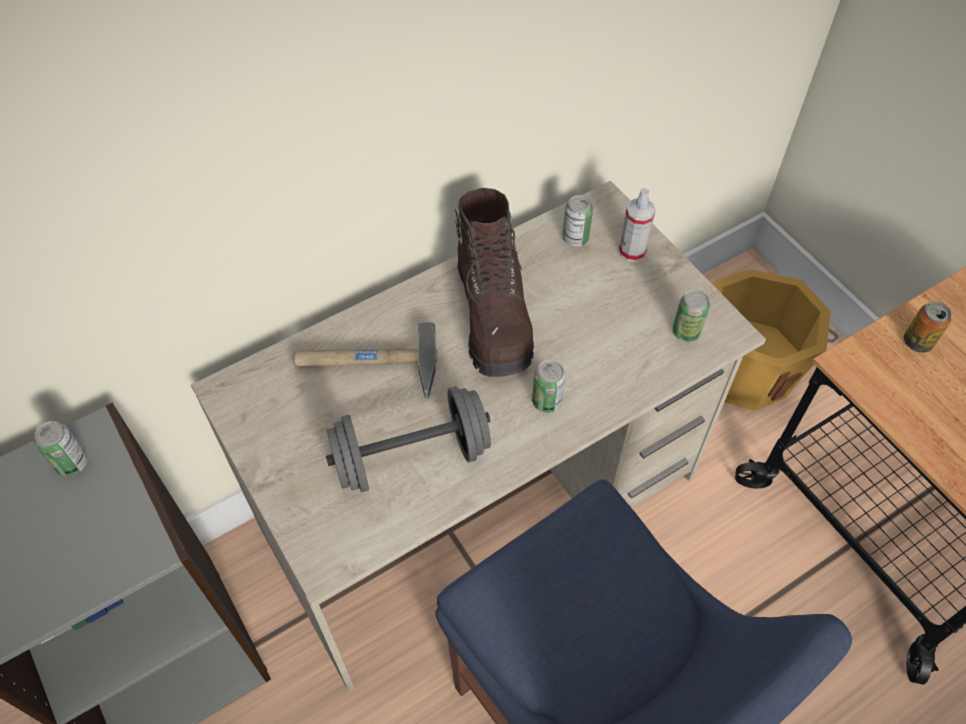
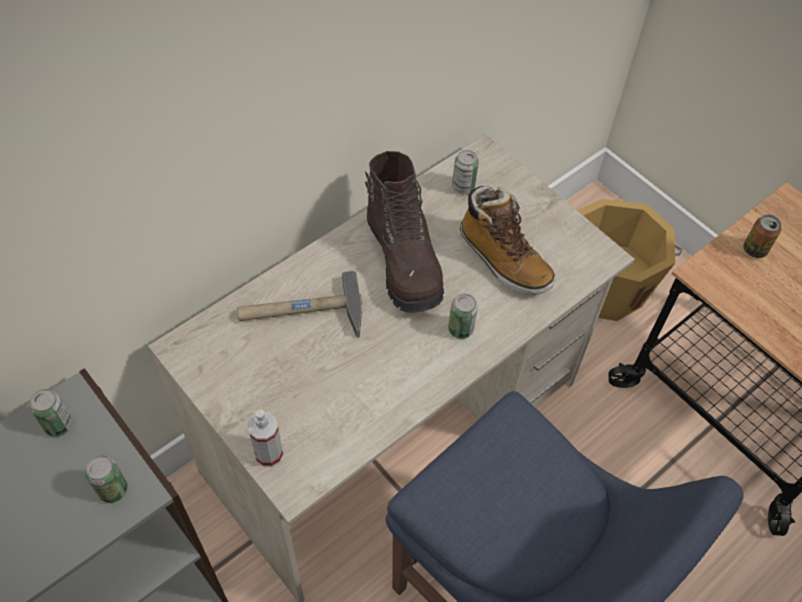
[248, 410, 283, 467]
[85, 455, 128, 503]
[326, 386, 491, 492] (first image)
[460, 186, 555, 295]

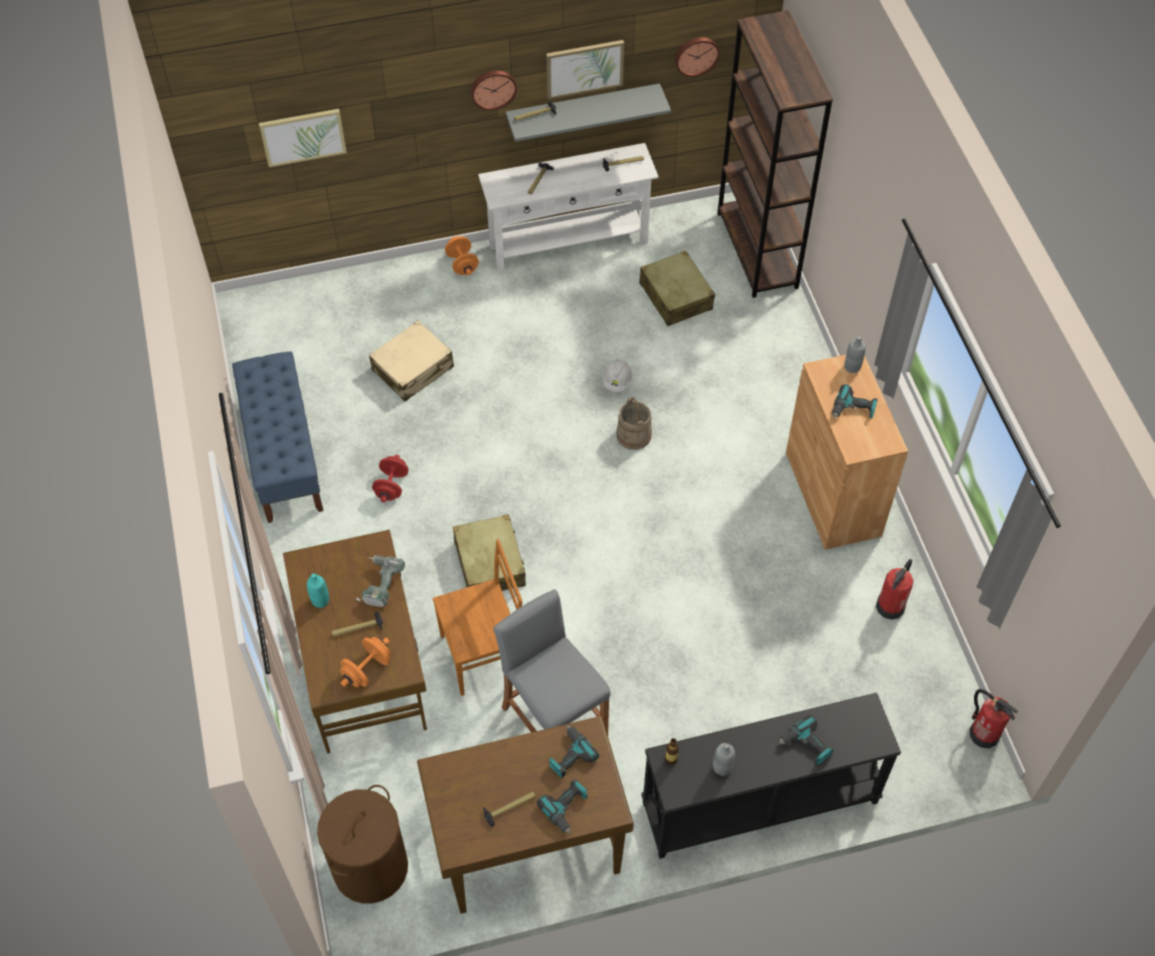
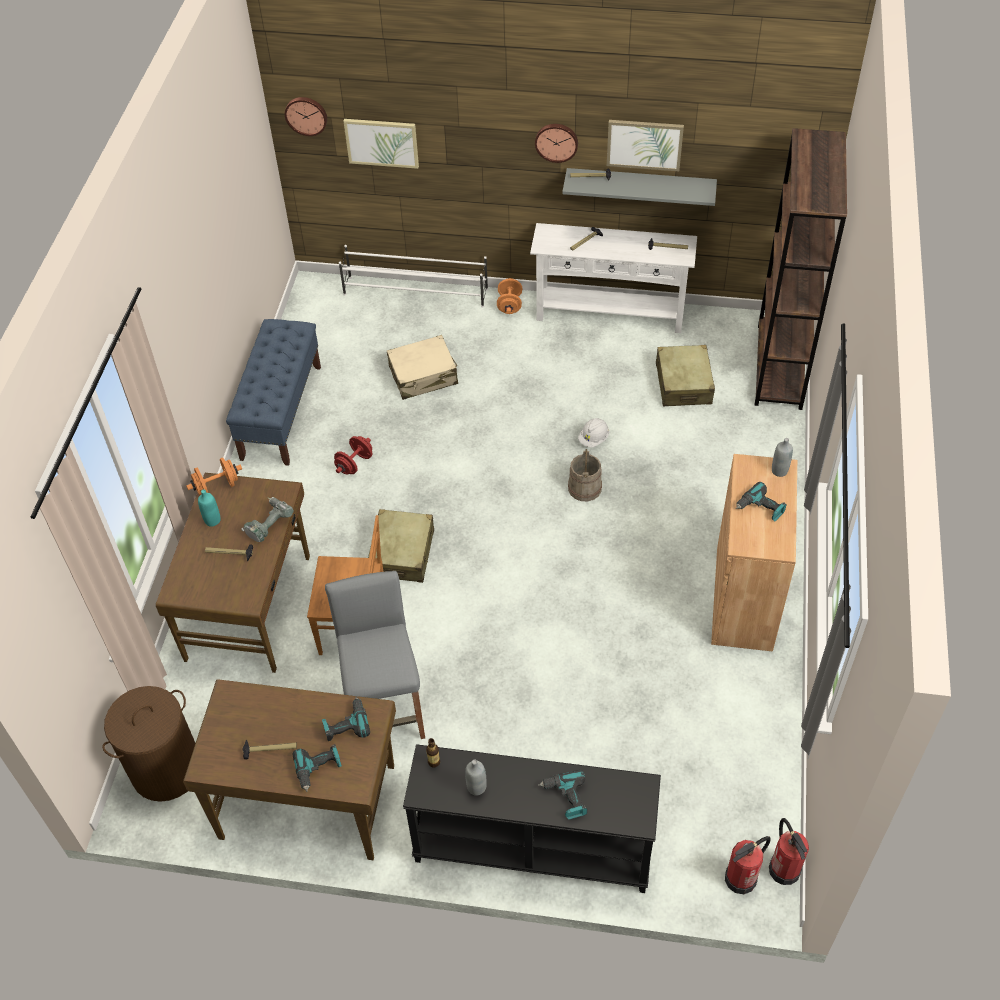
[285, 97, 327, 136]
[725, 836, 771, 894]
[186, 458, 242, 495]
[339, 245, 488, 308]

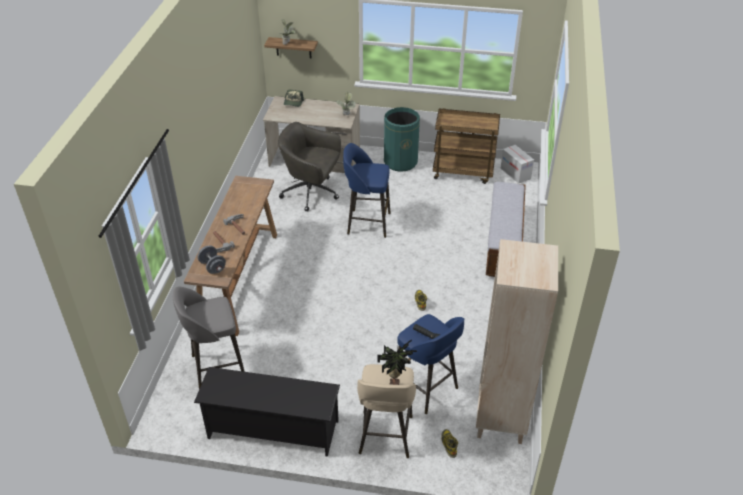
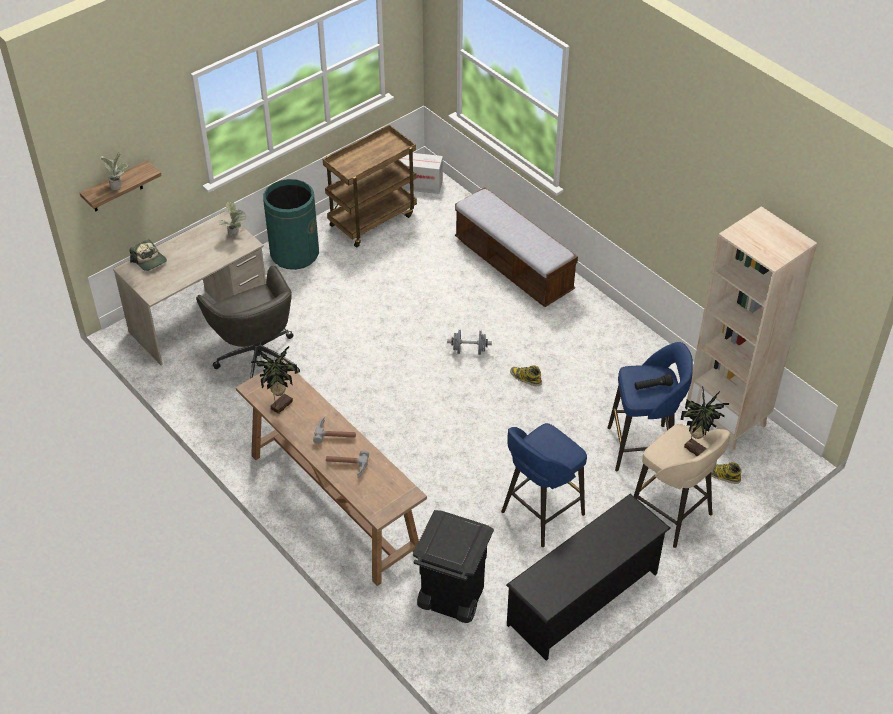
[196, 266, 300, 379]
[501, 423, 587, 547]
[447, 330, 492, 355]
[413, 510, 494, 623]
[251, 346, 298, 414]

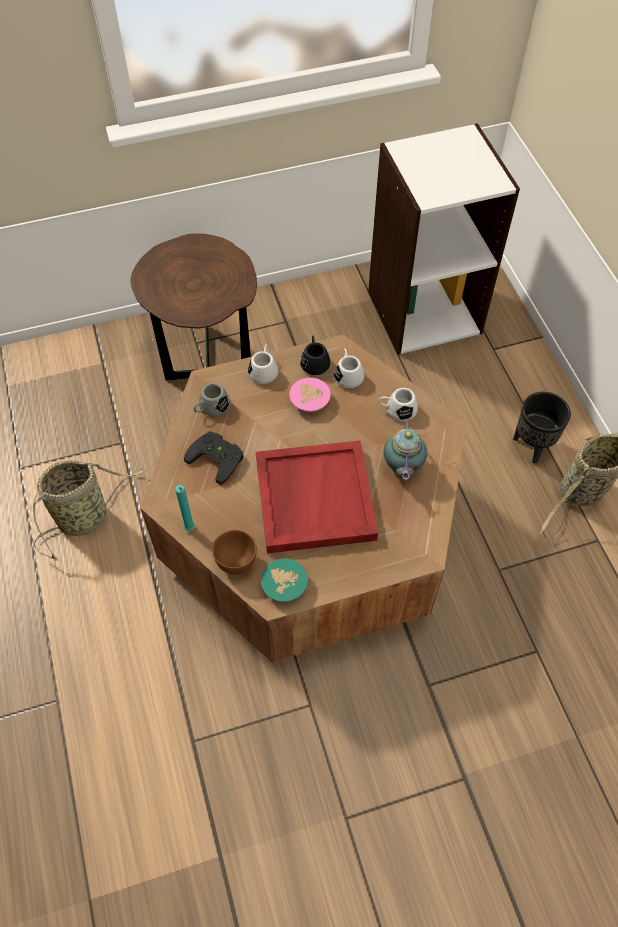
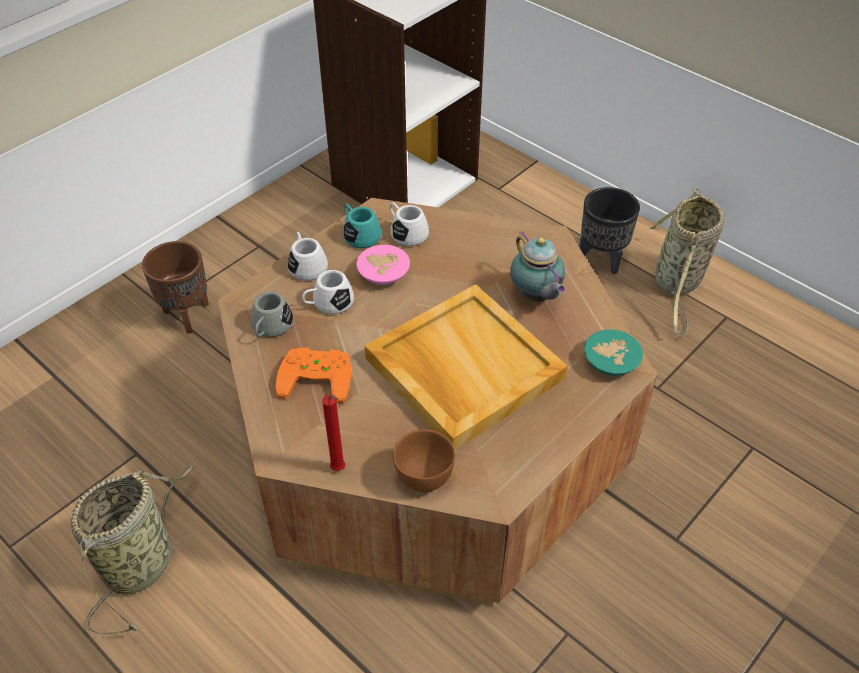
[142, 241, 209, 334]
[343, 204, 382, 248]
[302, 270, 354, 314]
[275, 347, 351, 403]
[365, 284, 568, 450]
[322, 395, 345, 471]
[584, 329, 643, 376]

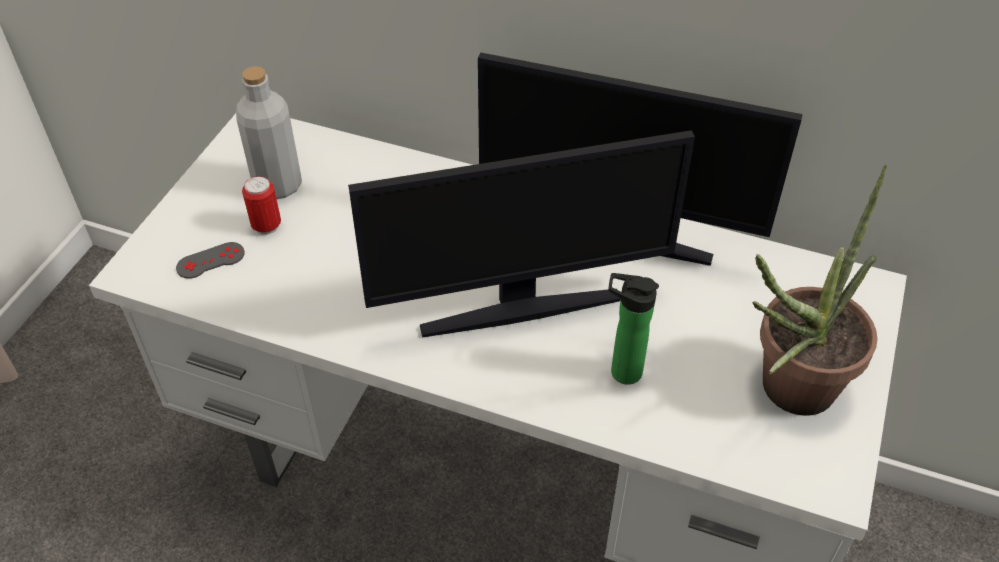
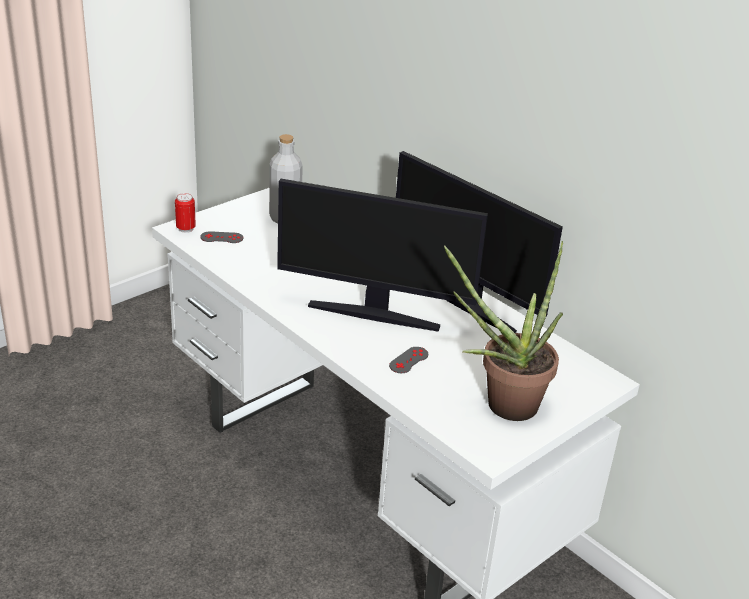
[175, 193, 196, 233]
[389, 347, 428, 373]

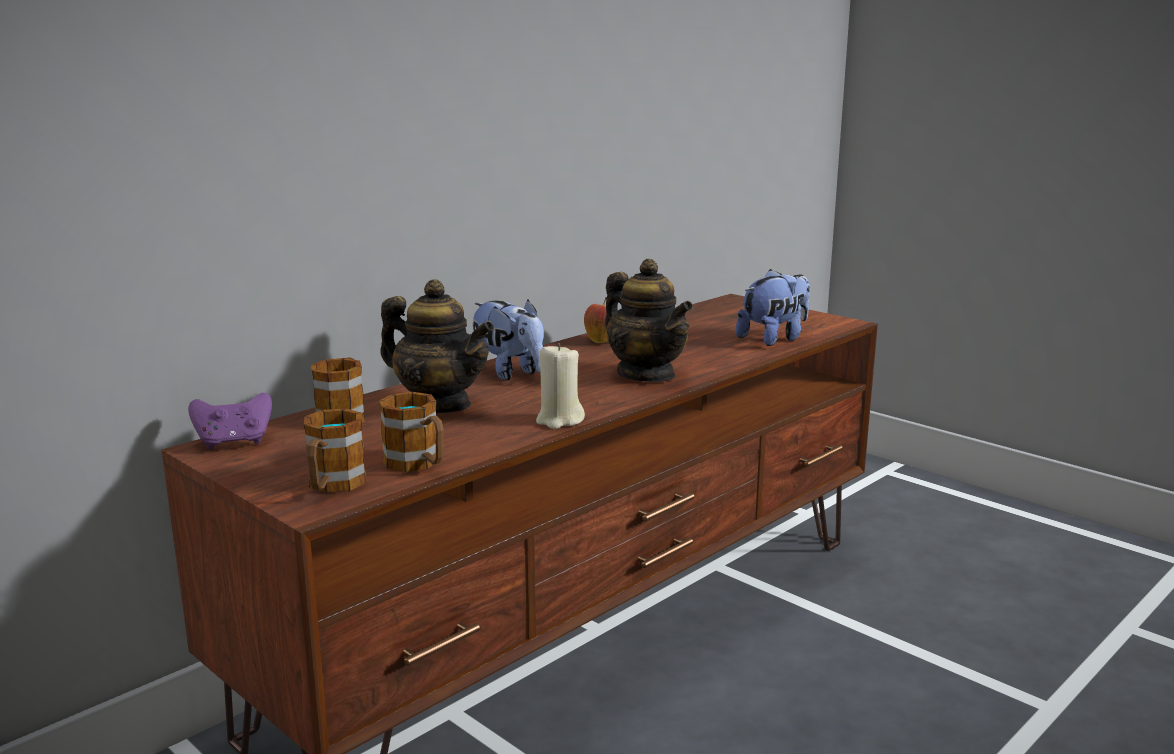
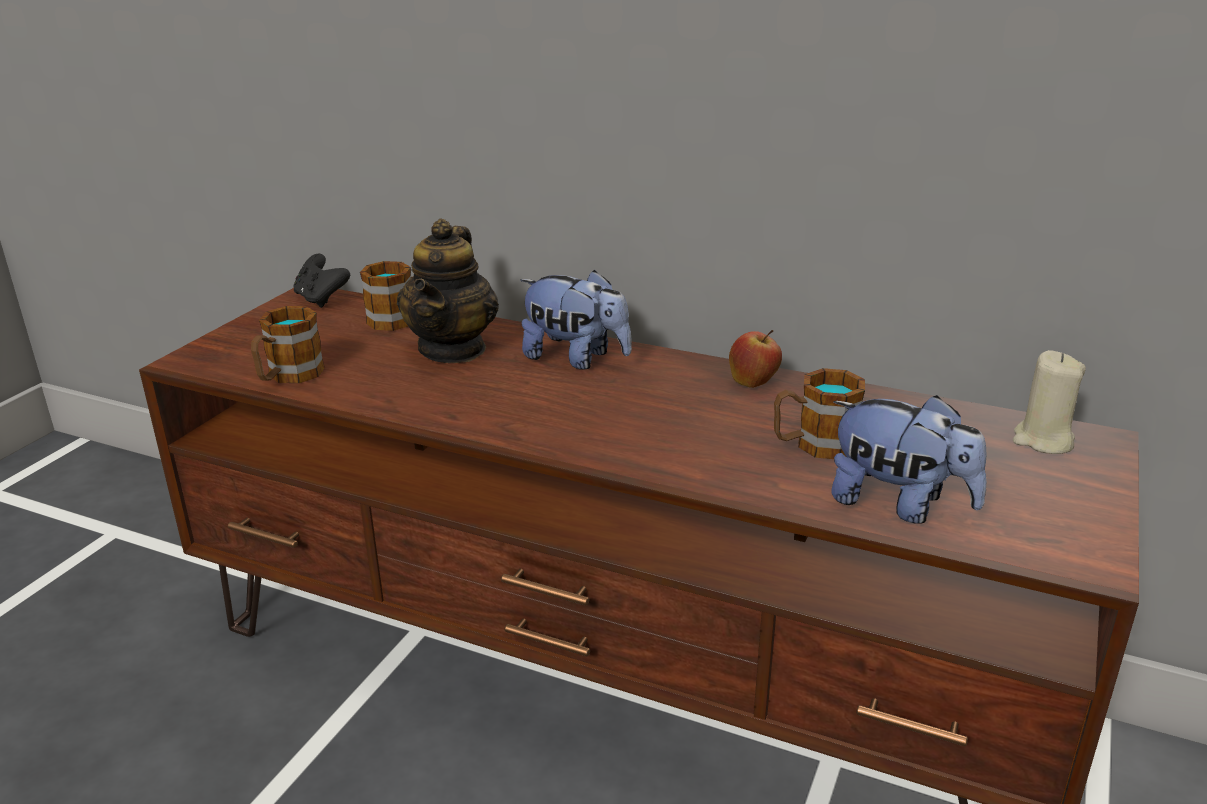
[605, 259, 693, 382] (first image)
[520, 270, 632, 370]
[1013, 350, 1086, 454]
[293, 254, 350, 308]
[774, 368, 865, 459]

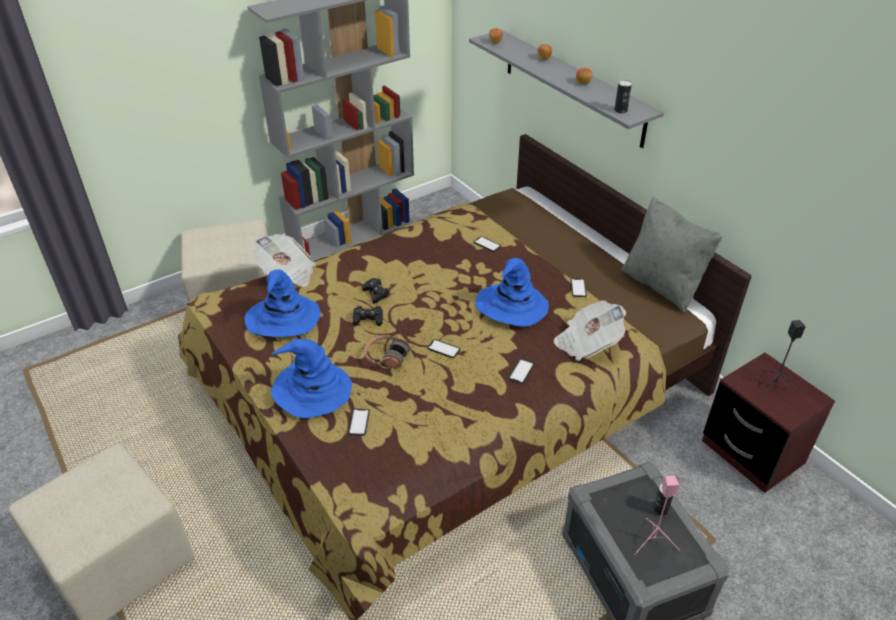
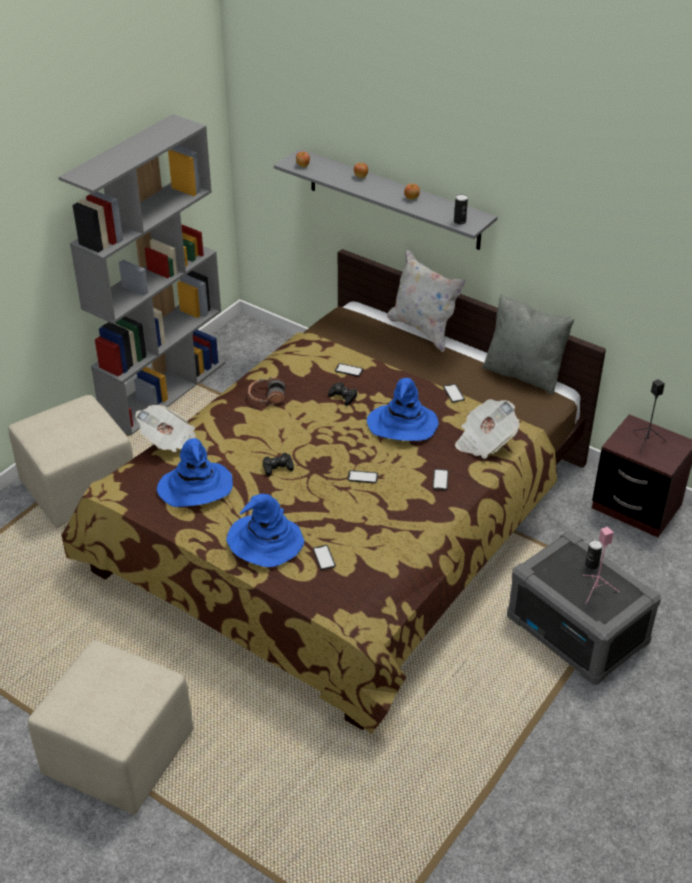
[328, 382, 357, 406]
[248, 377, 286, 405]
[387, 249, 466, 352]

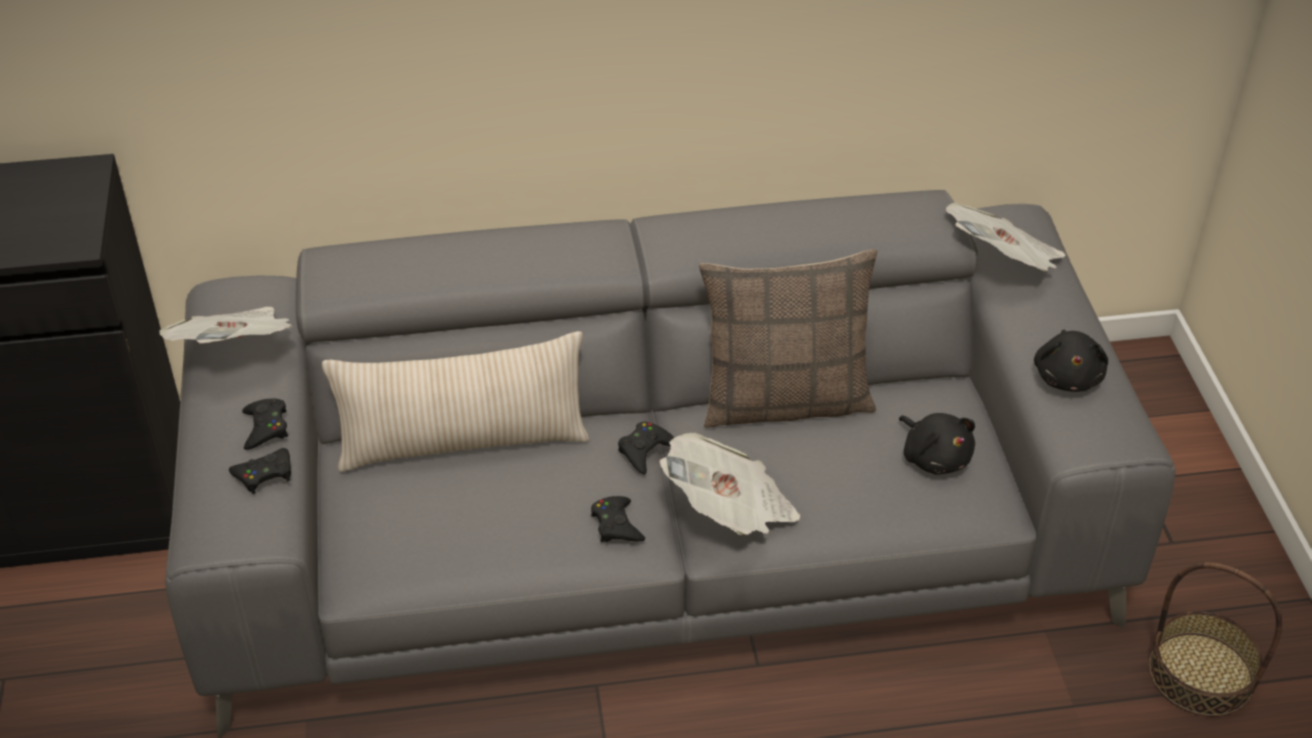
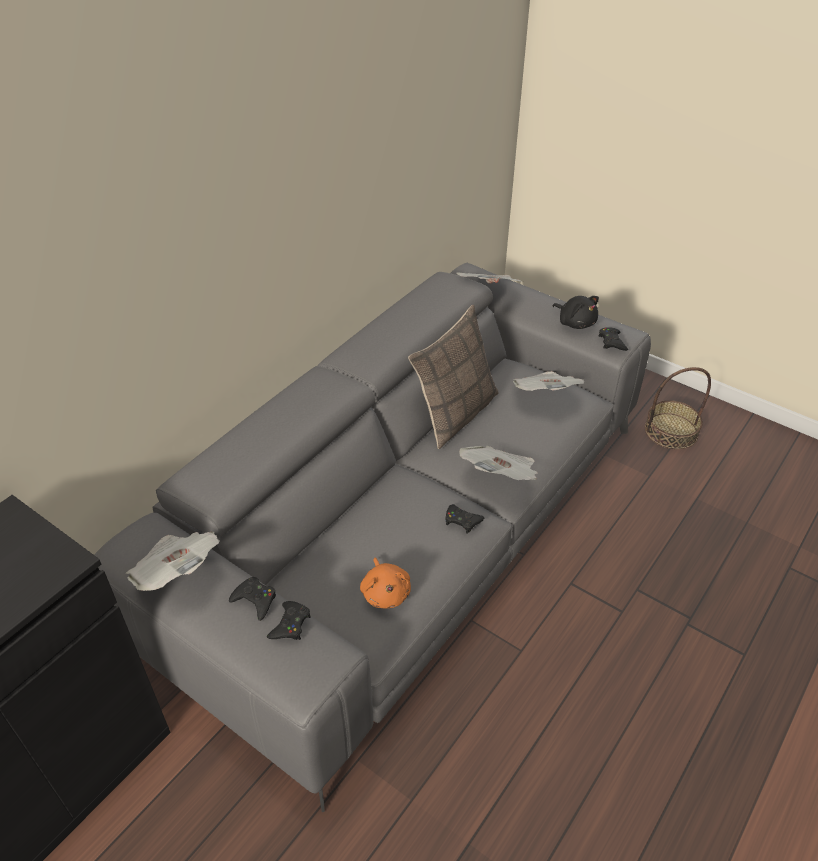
[322, 331, 589, 472] (first image)
[513, 371, 584, 391]
[598, 327, 628, 351]
[360, 558, 411, 608]

